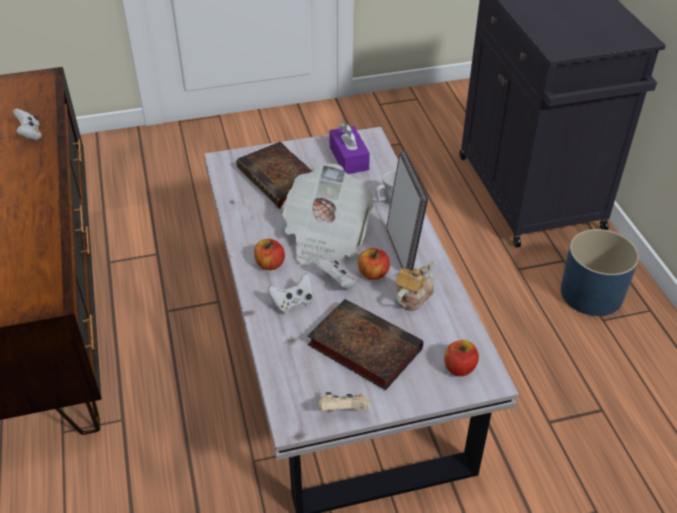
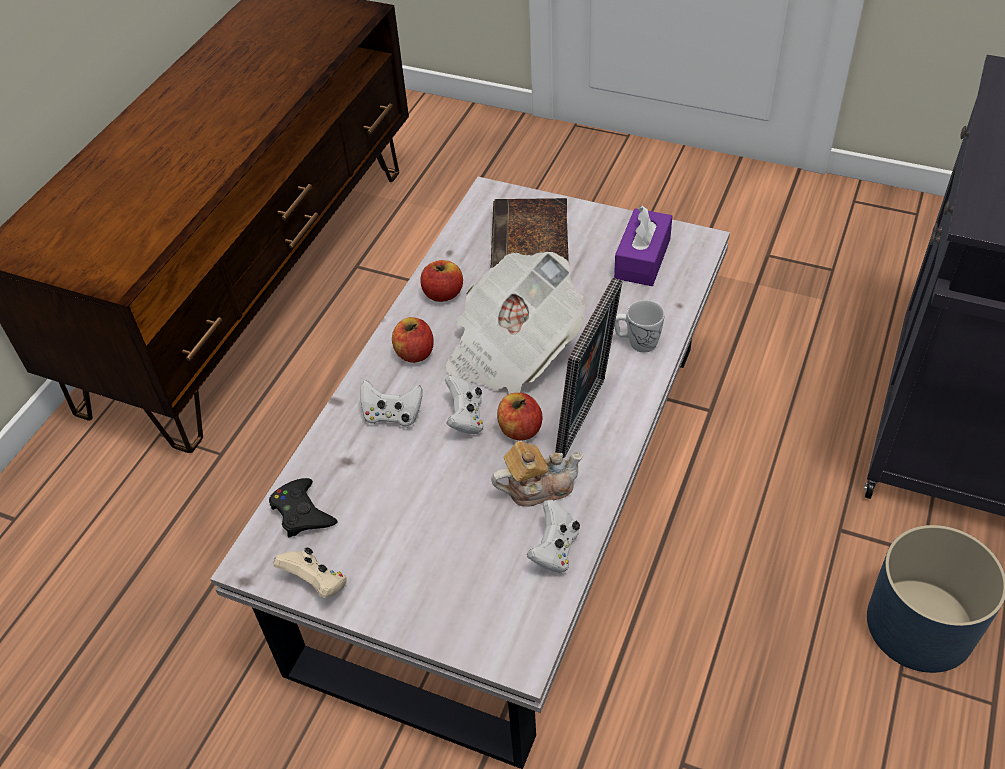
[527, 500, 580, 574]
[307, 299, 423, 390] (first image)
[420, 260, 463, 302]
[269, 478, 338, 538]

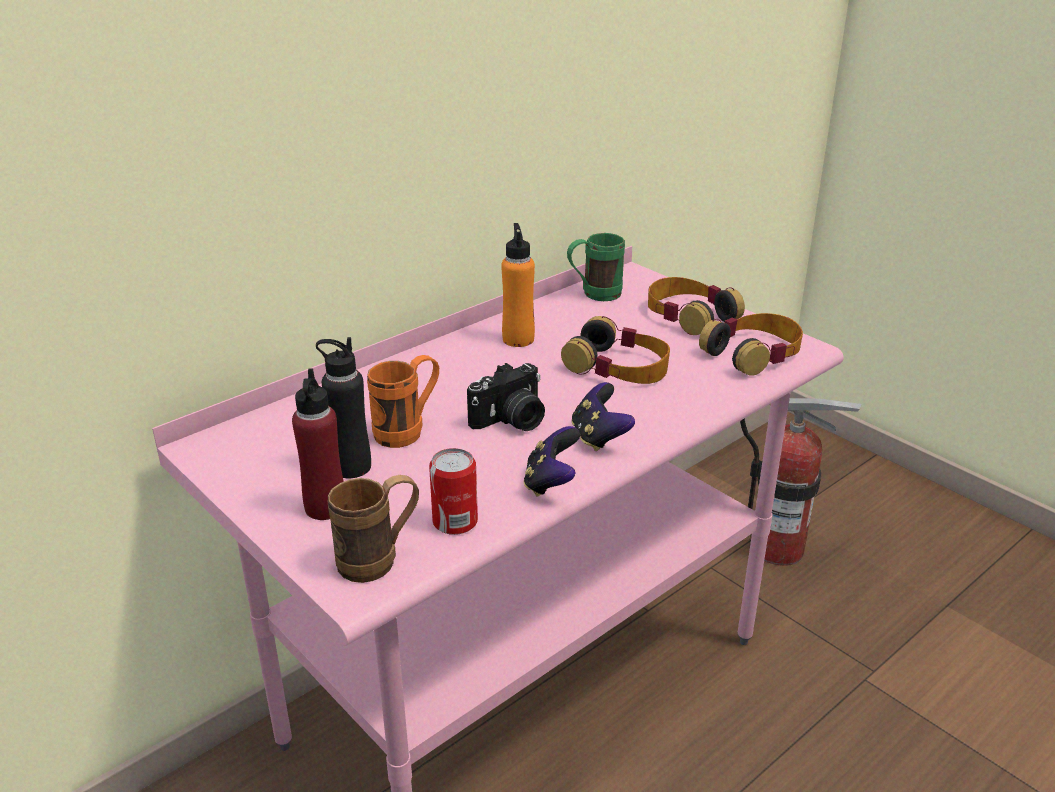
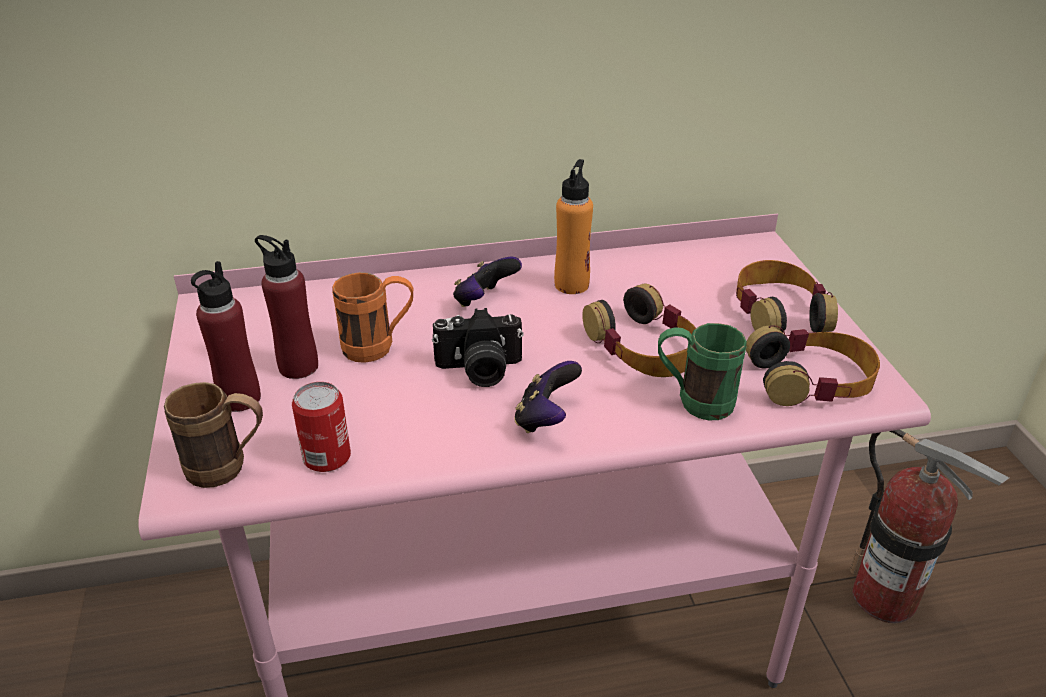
[658, 323, 747, 420]
[255, 235, 318, 379]
[453, 257, 522, 307]

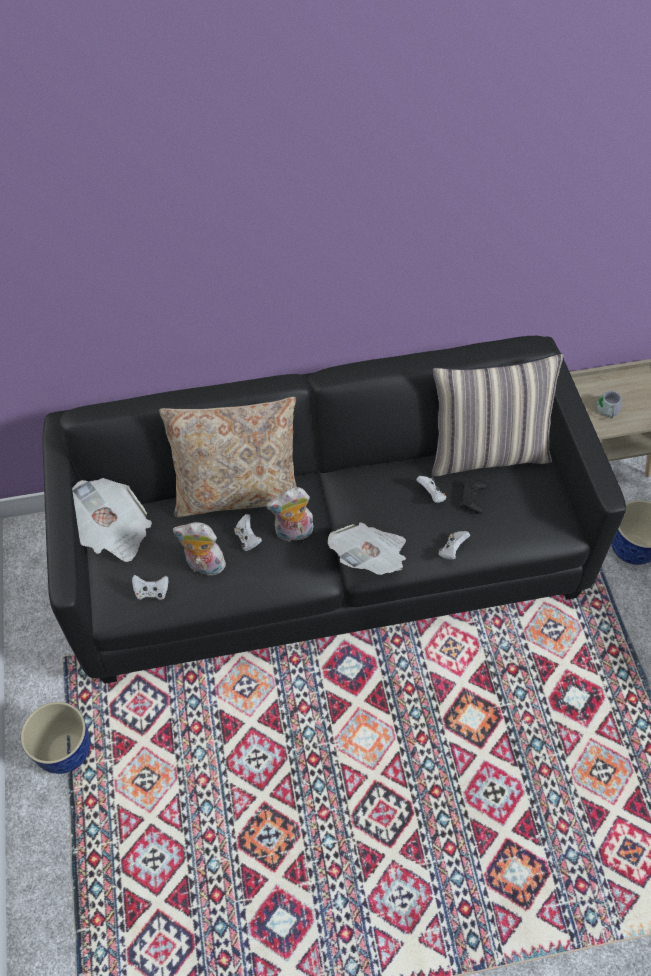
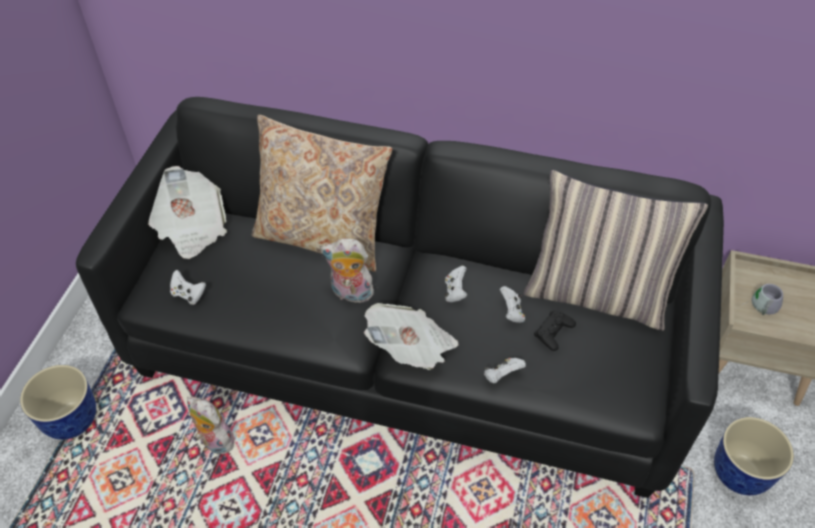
[445, 266, 467, 302]
[187, 396, 234, 454]

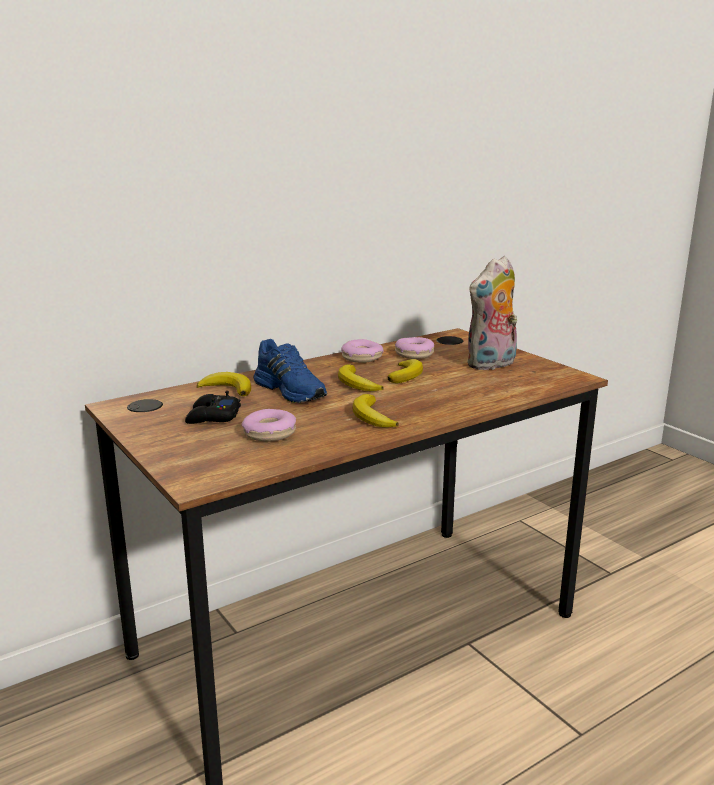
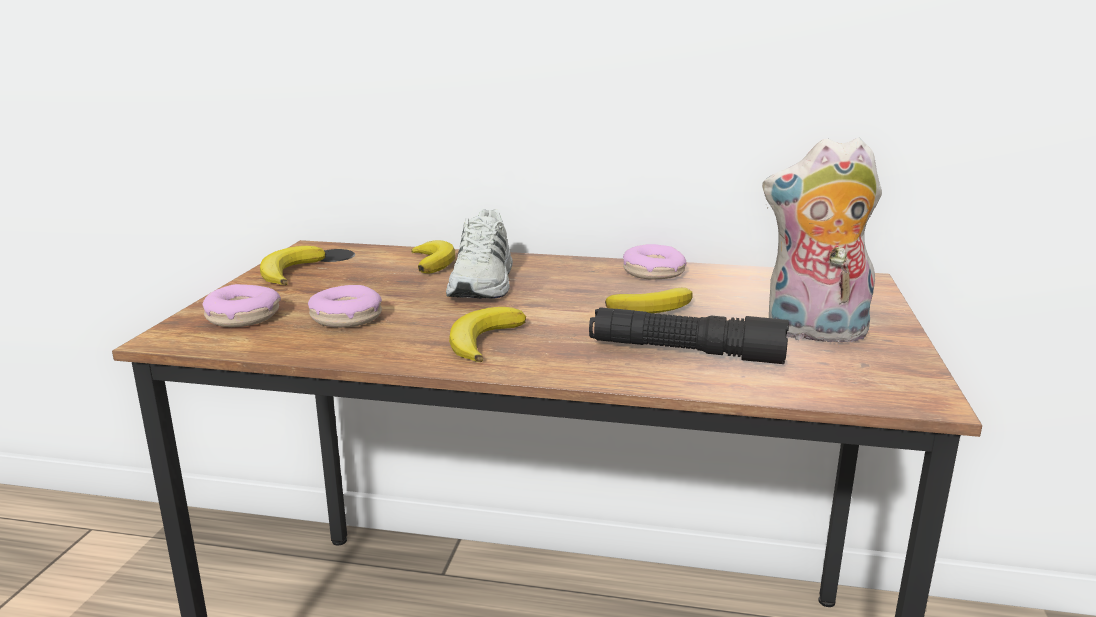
[202, 284, 281, 327]
[446, 209, 513, 299]
[260, 246, 326, 285]
[185, 391, 241, 424] (first image)
[589, 307, 789, 364]

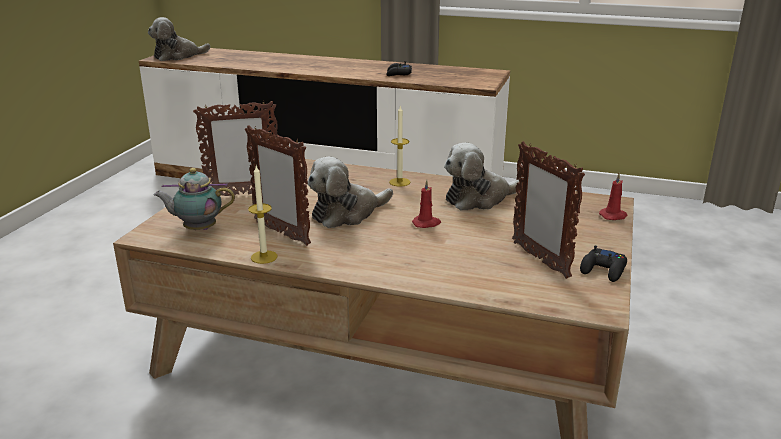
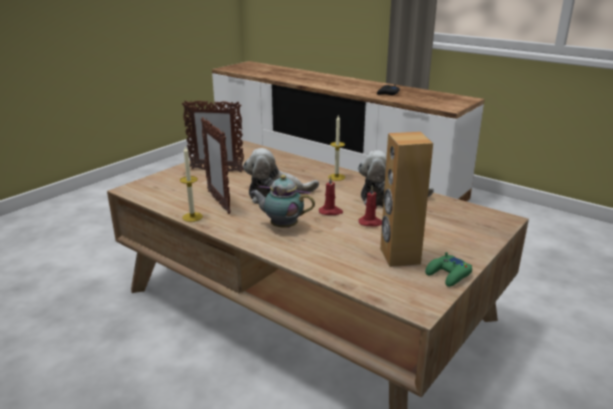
[148, 17, 210, 61] (first image)
[380, 132, 433, 267]
[251, 175, 315, 228]
[359, 185, 382, 227]
[425, 252, 472, 287]

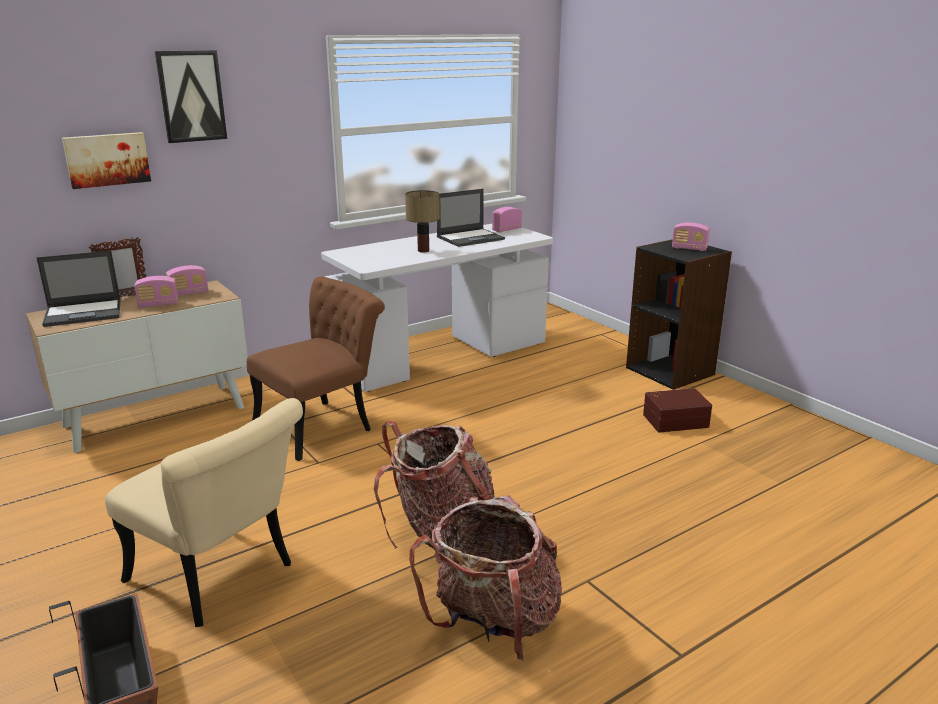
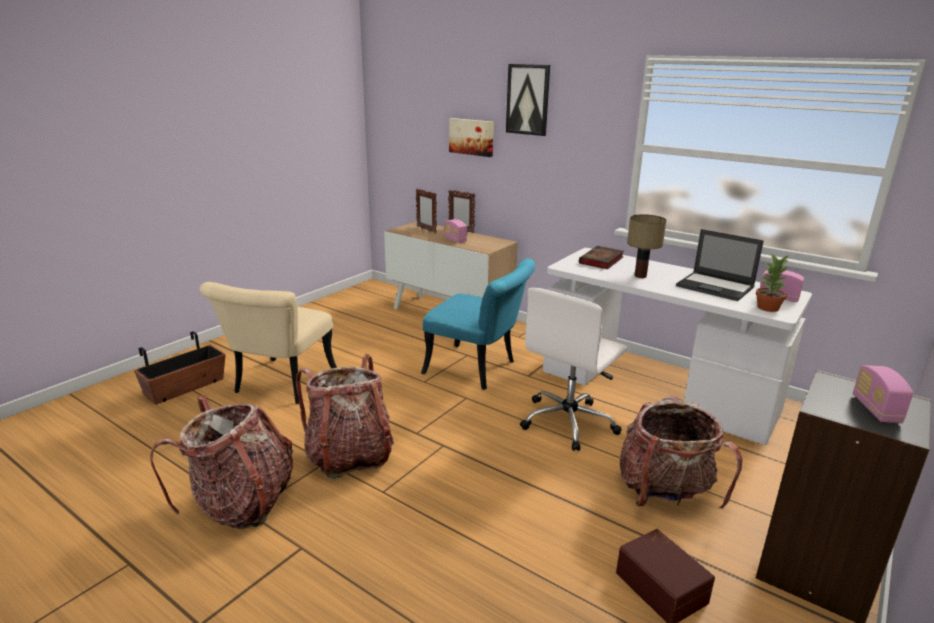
[416, 189, 437, 233]
[166, 265, 208, 296] (first image)
[421, 258, 535, 390]
[579, 246, 624, 269]
[756, 254, 791, 312]
[520, 288, 627, 451]
[619, 395, 742, 509]

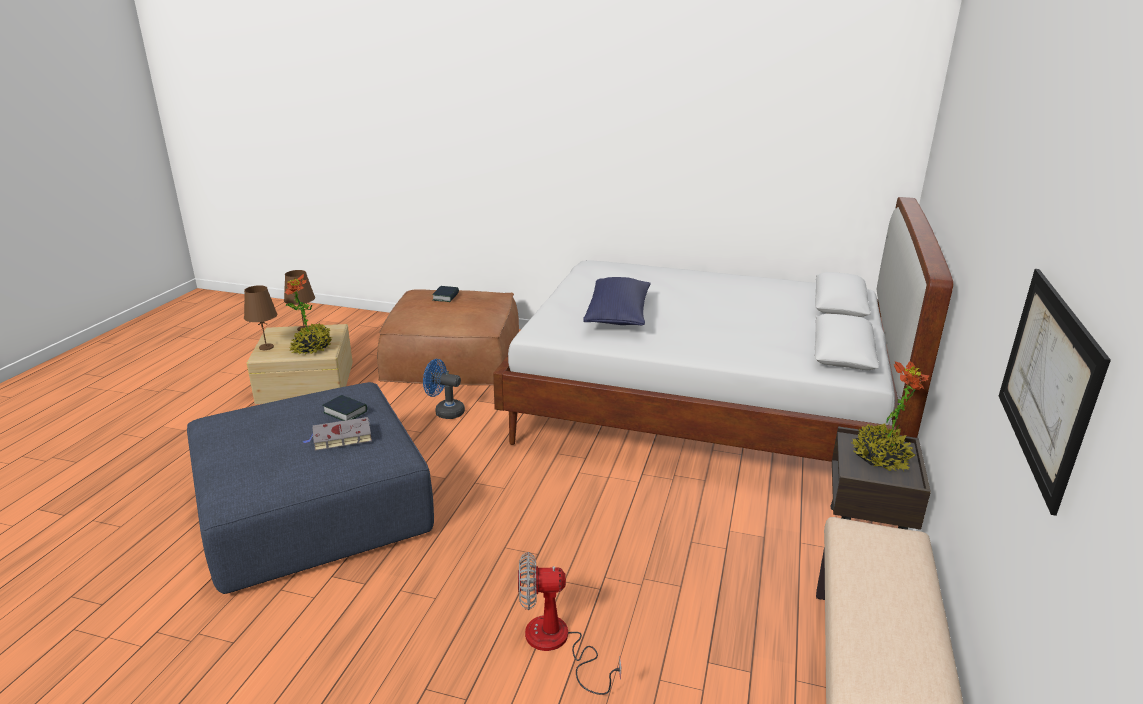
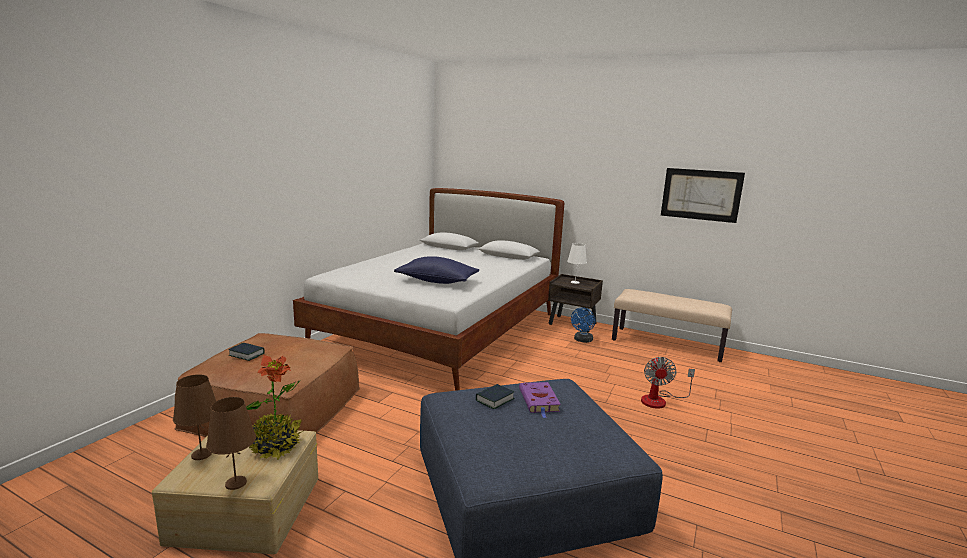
[571, 307, 596, 343]
[567, 243, 587, 284]
[519, 382, 561, 418]

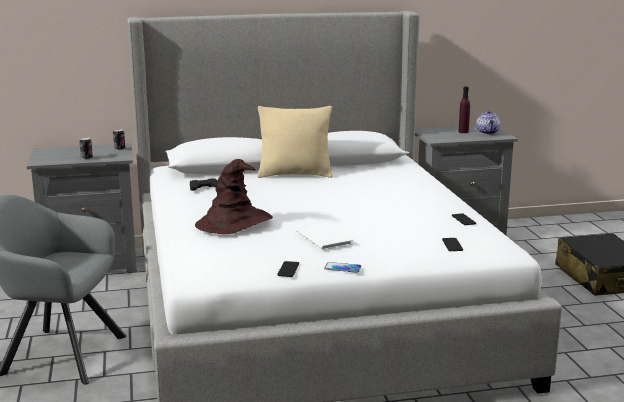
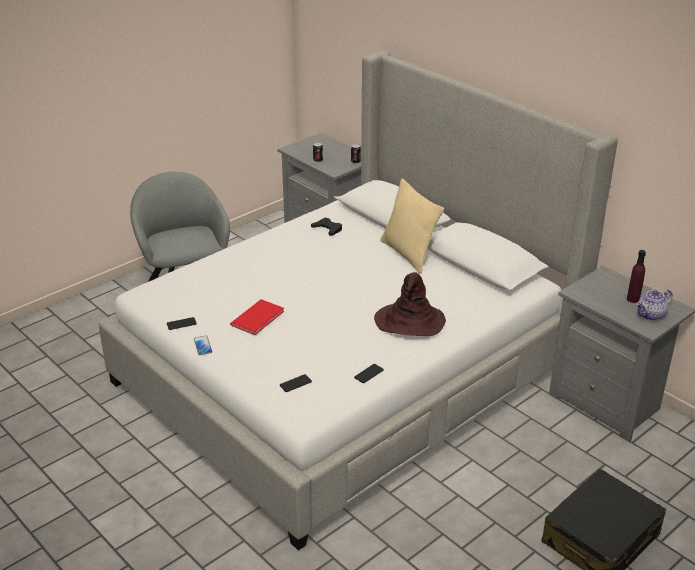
[374, 272, 446, 336]
[230, 299, 284, 335]

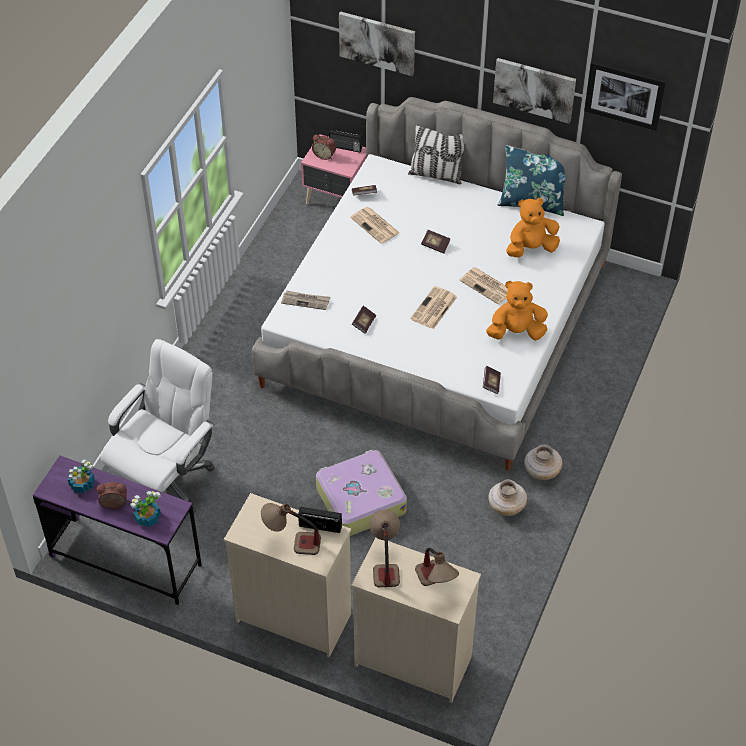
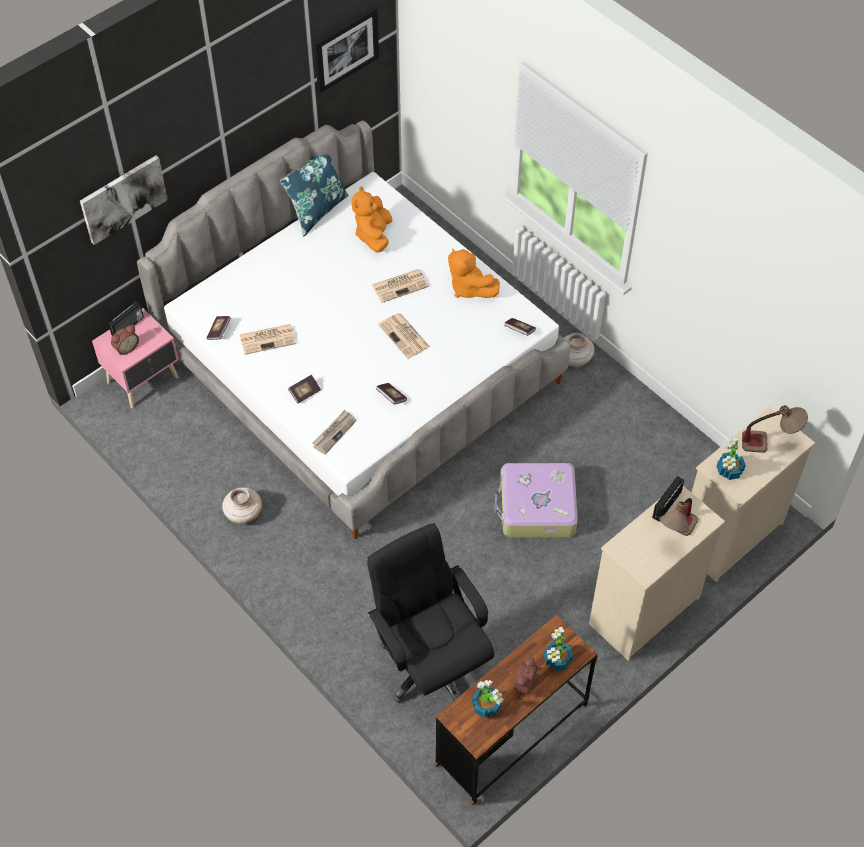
[493, 58, 576, 124] (first image)
[408, 125, 465, 184] (first image)
[288, 375, 321, 404]
[448, 248, 500, 298]
[367, 523, 494, 703]
[434, 615, 598, 805]
[222, 487, 262, 524]
[716, 437, 746, 480]

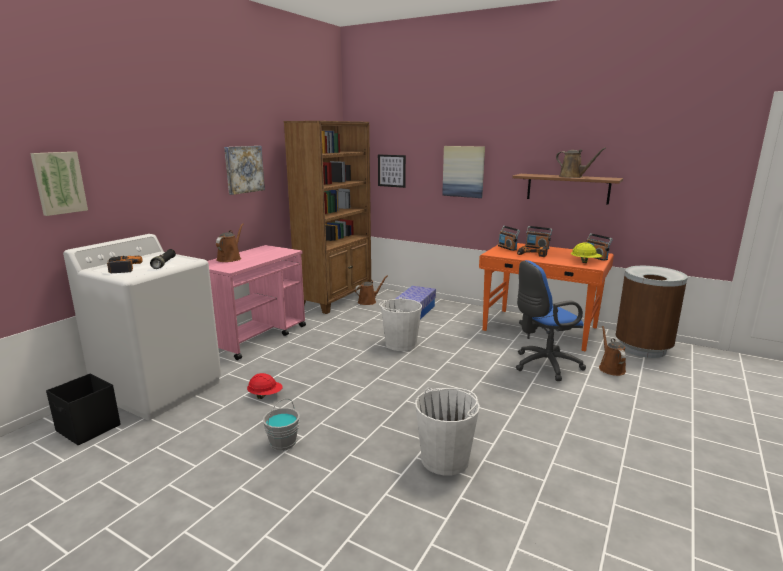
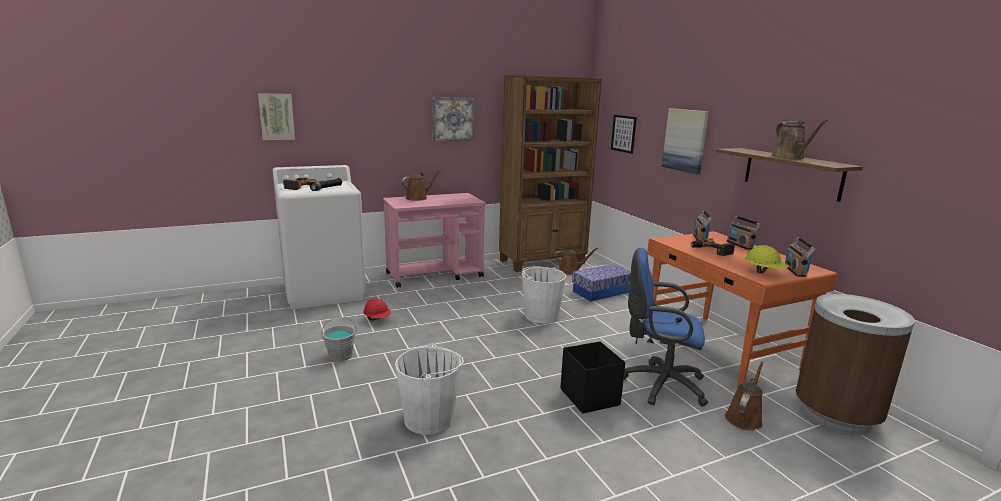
[560, 341, 625, 414]

